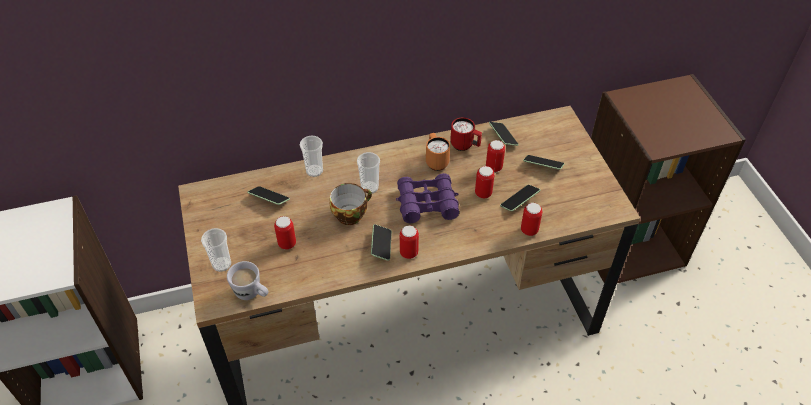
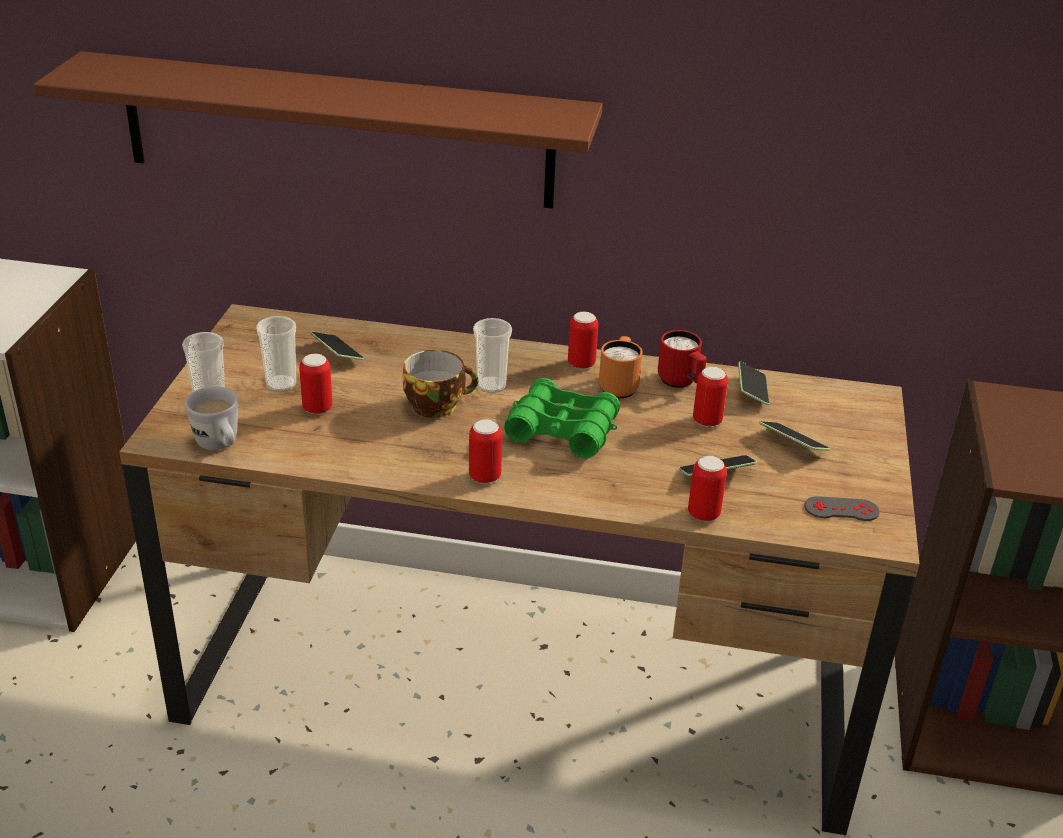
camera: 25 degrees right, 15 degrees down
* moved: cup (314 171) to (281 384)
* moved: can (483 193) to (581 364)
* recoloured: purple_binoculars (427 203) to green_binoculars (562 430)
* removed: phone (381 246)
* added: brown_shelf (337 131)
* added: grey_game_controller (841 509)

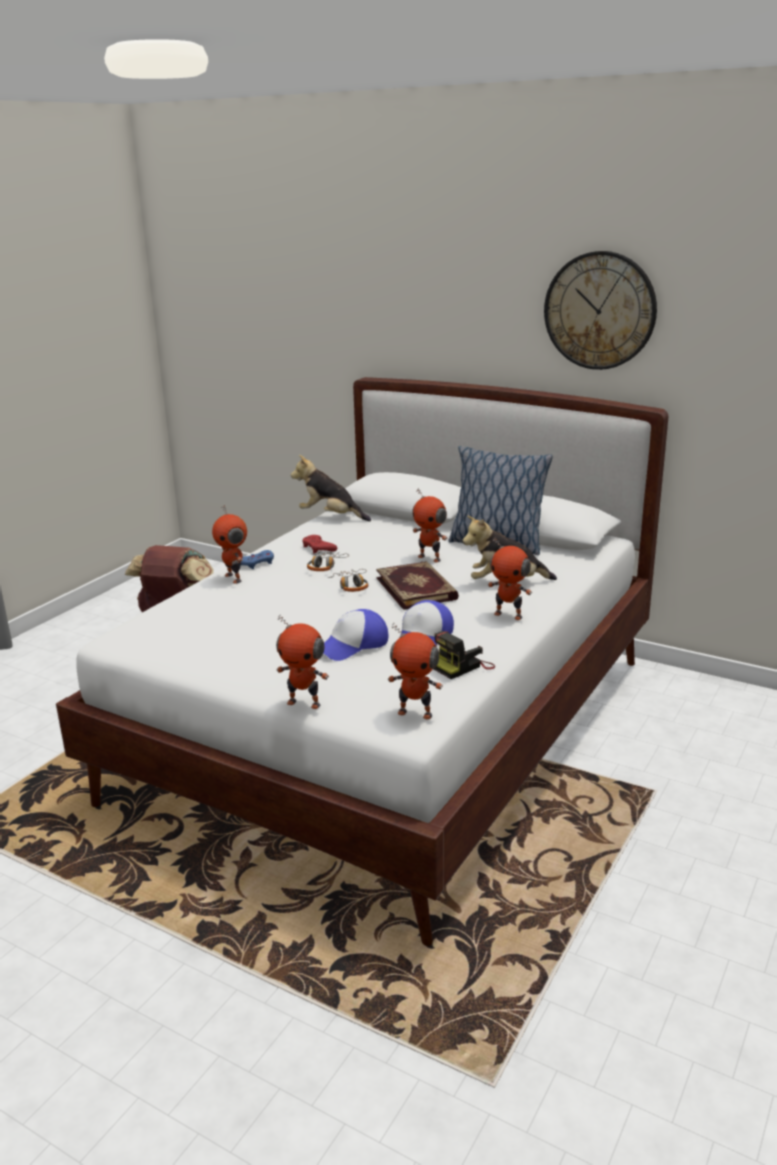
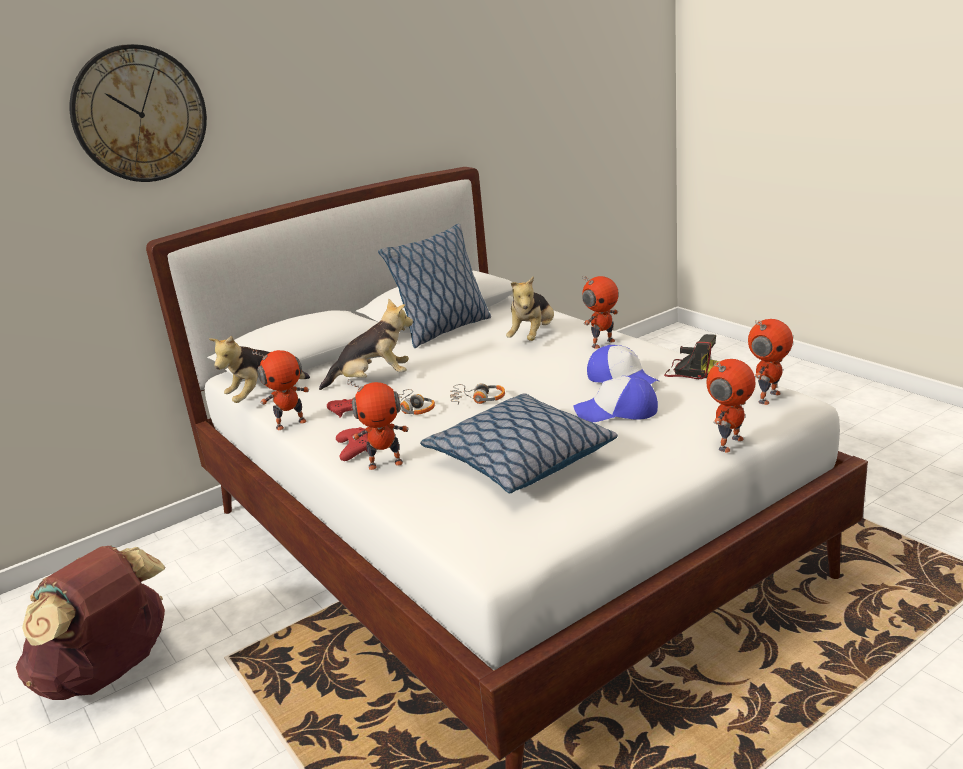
camera: 65 degrees left, 0 degrees up
* moved: wall_clock (600 311) to (139 114)
* moved: toy_robot (430 558) to (290 423)
* recoloured: blue_game_controller (256 563) to red_game_controller (354 448)
* removed: book (417 588)
* turned: cap (353 645) = (617 412) 105 degrees clockwise
* turned: photo_camera (462 666) = (690 371) 45 degrees counterclockwise
* added: plush_toy (373 380)
* added: pillow (519 460)

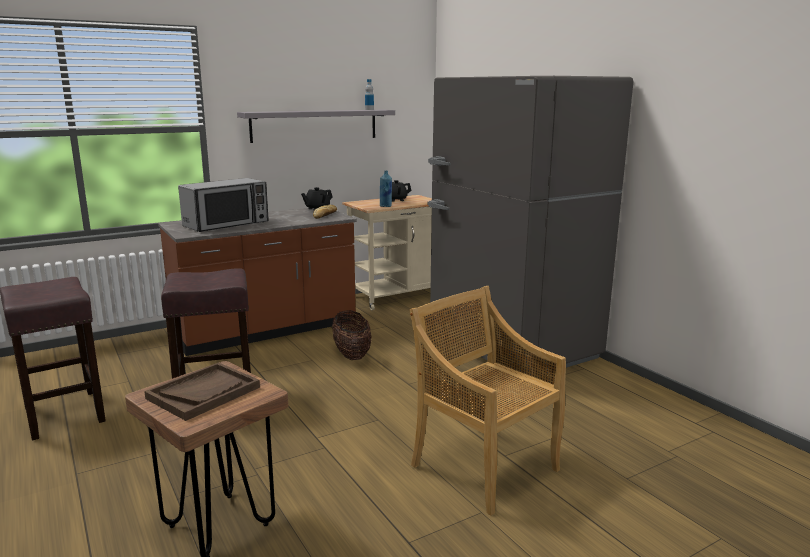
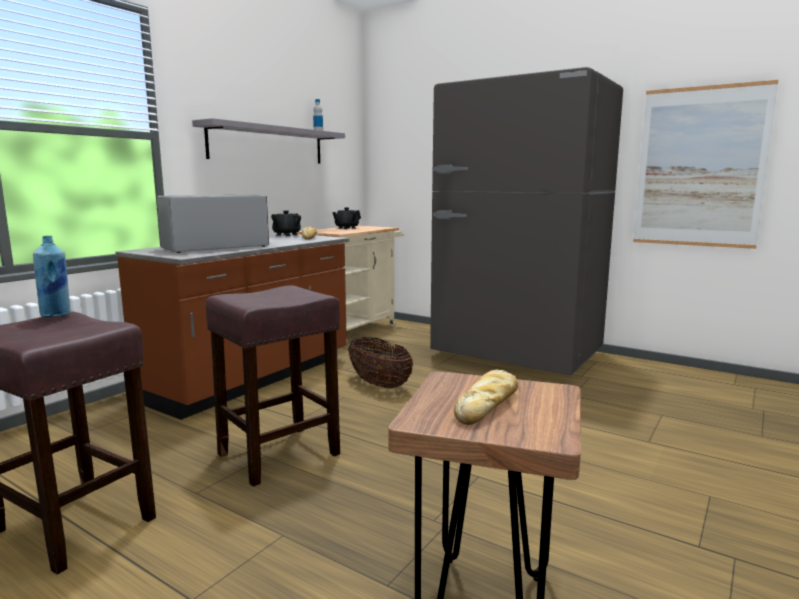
camera: 25 degrees left, 5 degrees down
* moved: blue_bottle (385 206) to (56 315)
* turned: microwave (227 224) = (215 247) 150 degrees counterclockwise
* removed: beige_chair (483 466)
* replaced: brown_tray (203 393) to bread (487 404)
* added: picture (700 167)

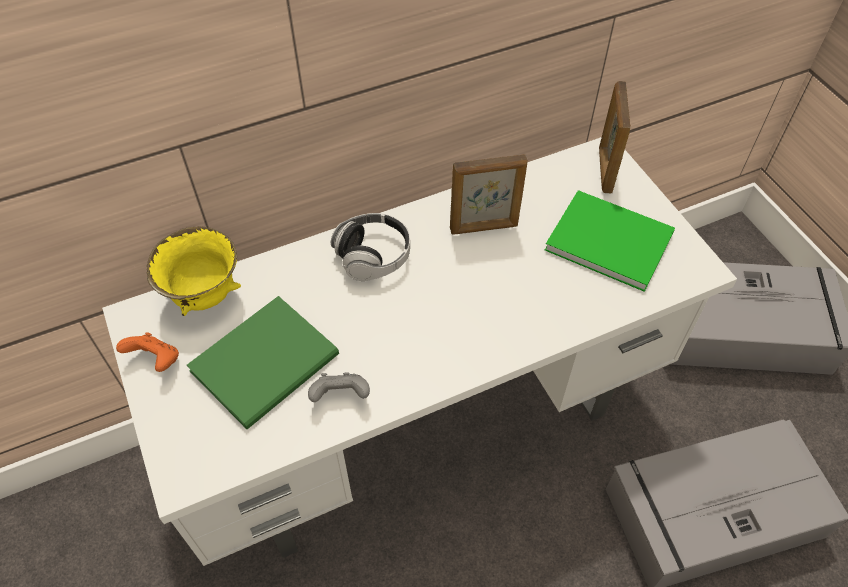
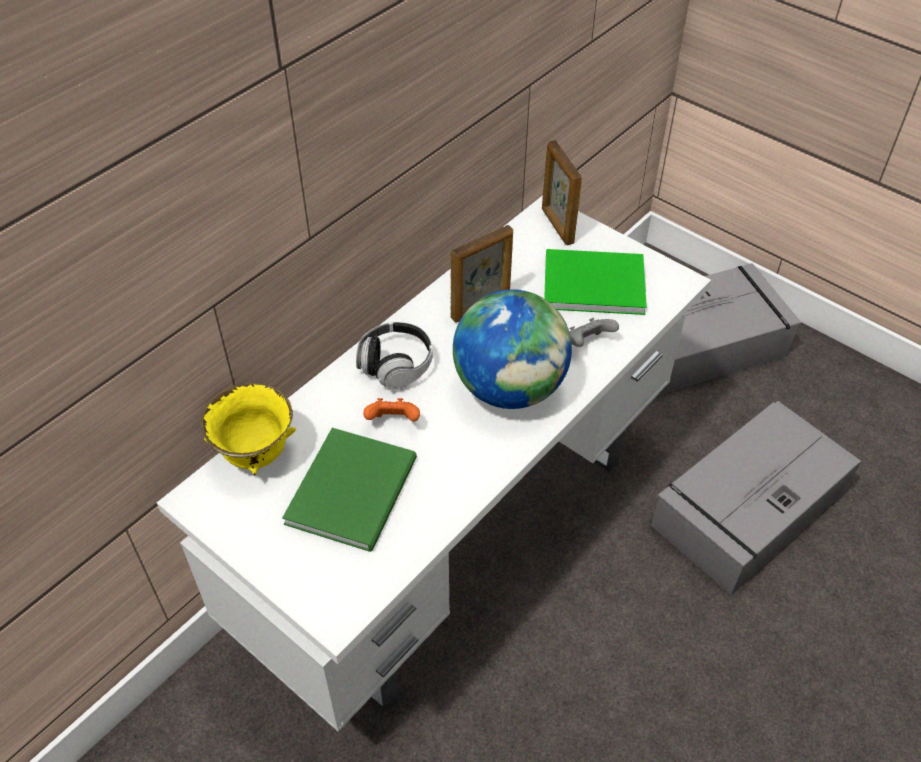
camera: 25 degrees left, 5 degrees down
* moved: orange_game_controller (156 360) to (393 421)
* moved: grey_game_controller (341 396) to (588 343)
* added: globe (509 388)

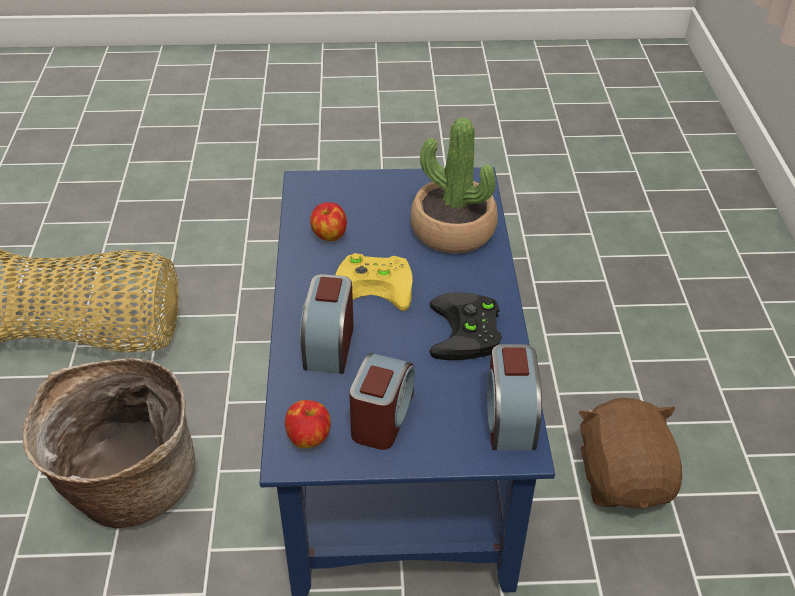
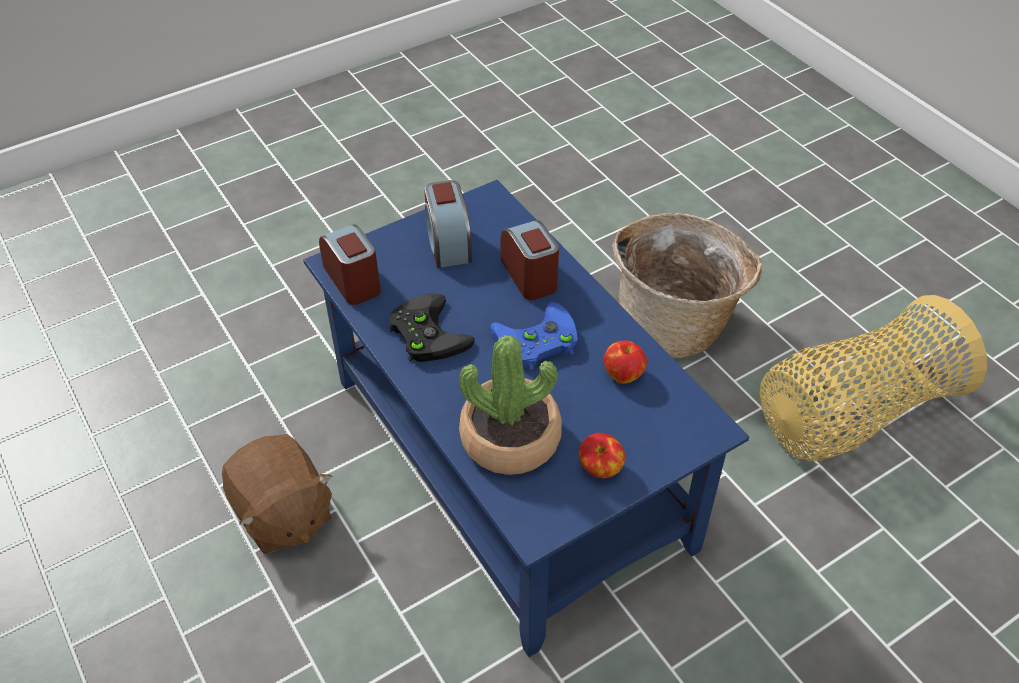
camera: 150 degrees right, 5 degrees up
* recoloured: yellow_game_controller (376 285) to blue_game_controller (535 342)
* moved: apple (309 438) to (600 468)

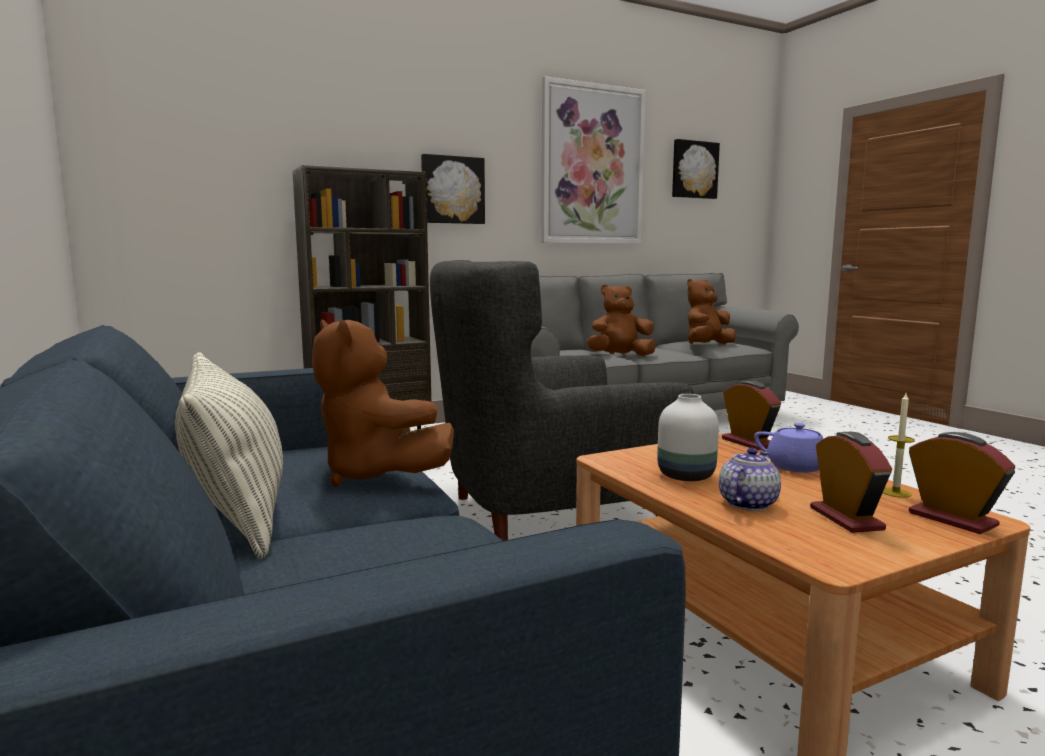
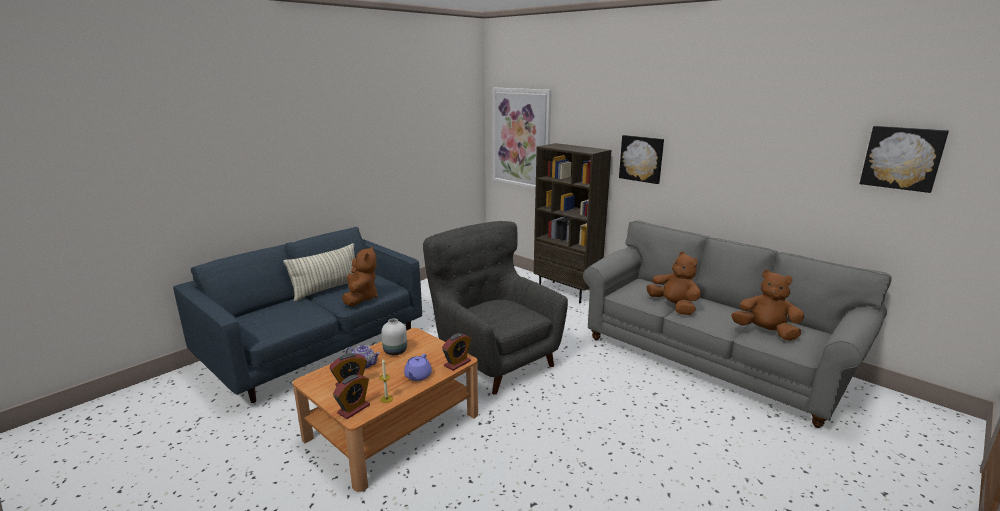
camera: 70 degrees right, 10 degrees up
* moved: picture (592 165) to (521 138)
* turned: brown_plush_toy (376 475) = (361 298) 150 degrees clockwise

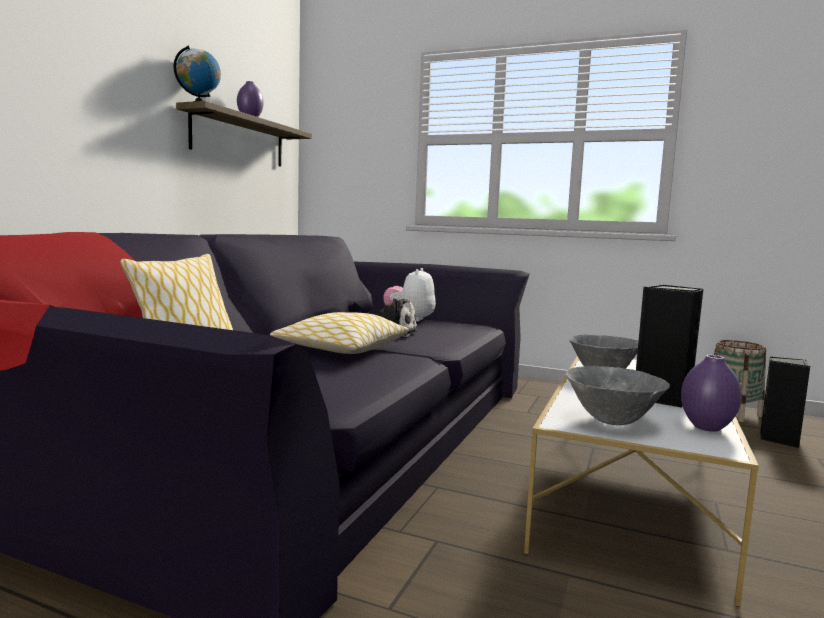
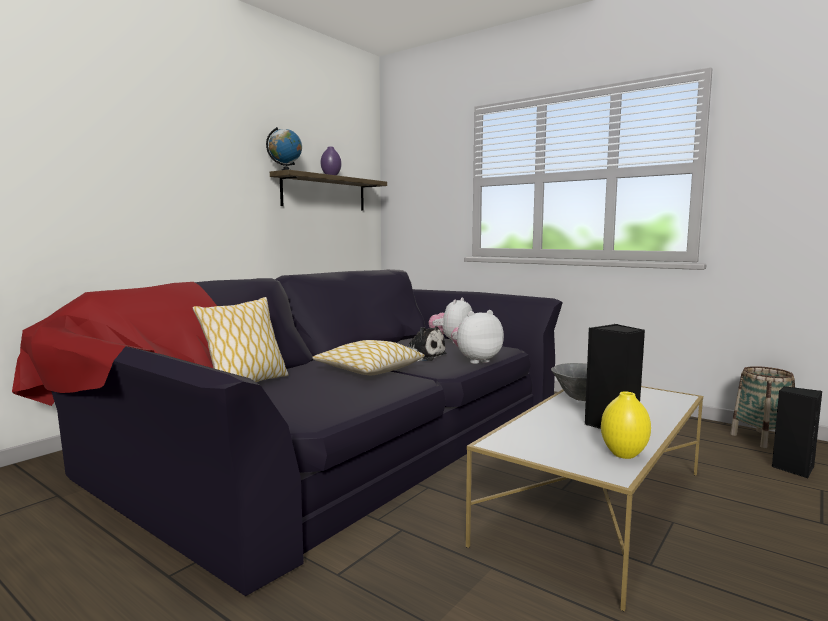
camera: 15 degrees right, 0 degrees up
* recoloured: purple_vase (707 427) to yellow_vase (624 455)
* removed: grey_bowl (612 421)
* added: plush_toy (476 360)

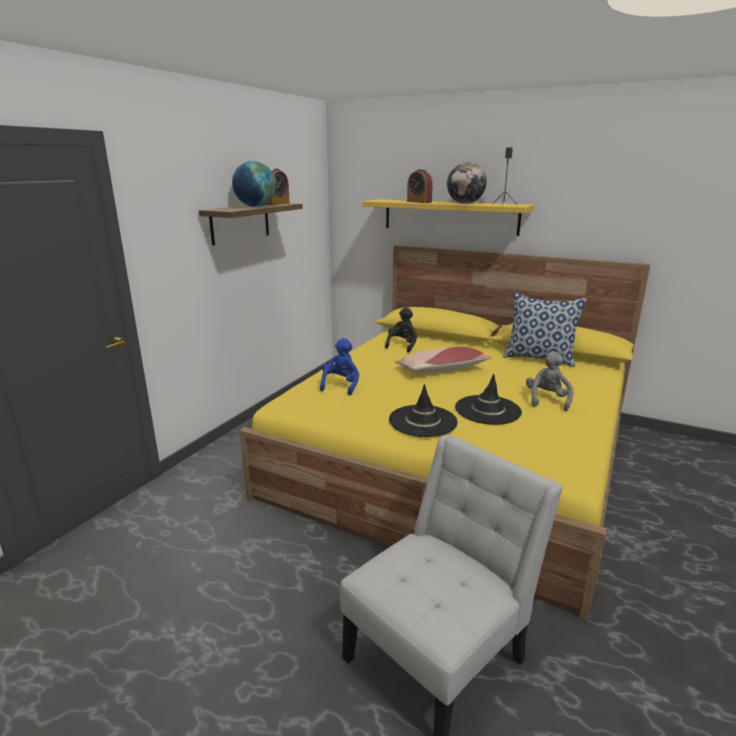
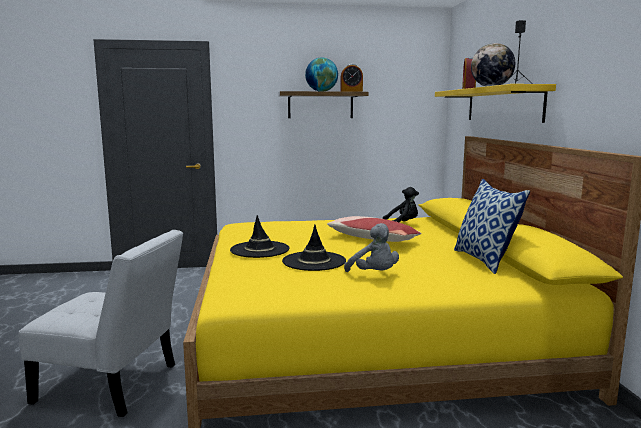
camera: 55 degrees right, 10 degrees down
* removed: blue_plush_toy (341 385)
* turned: grey_plush_toy (547 400) = (374 274) 75 degrees clockwise

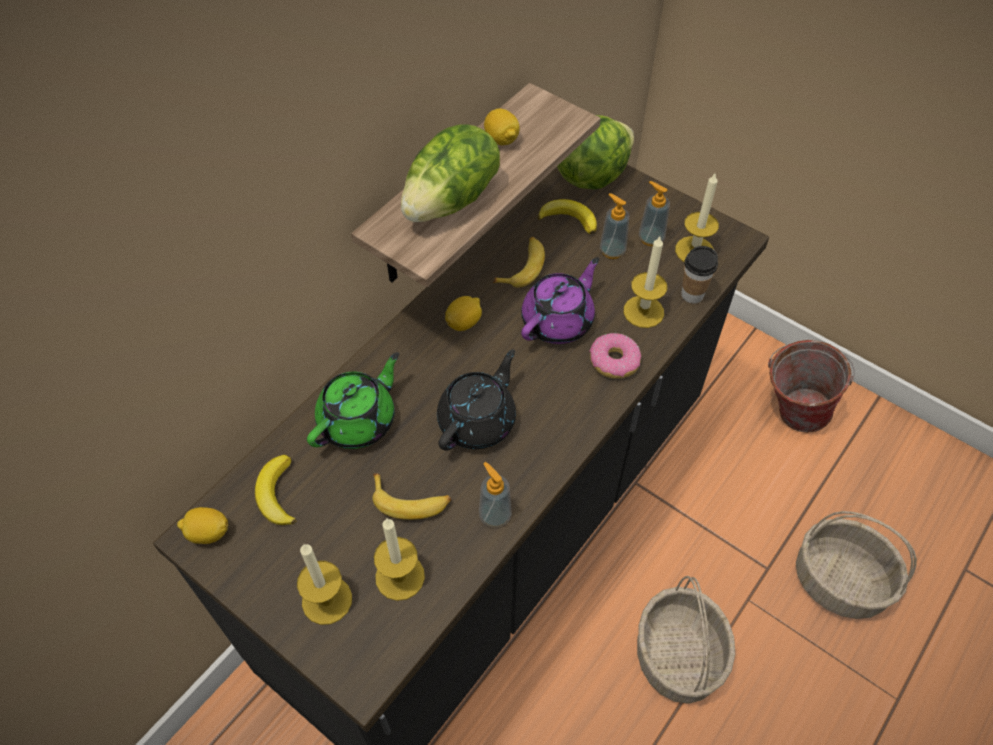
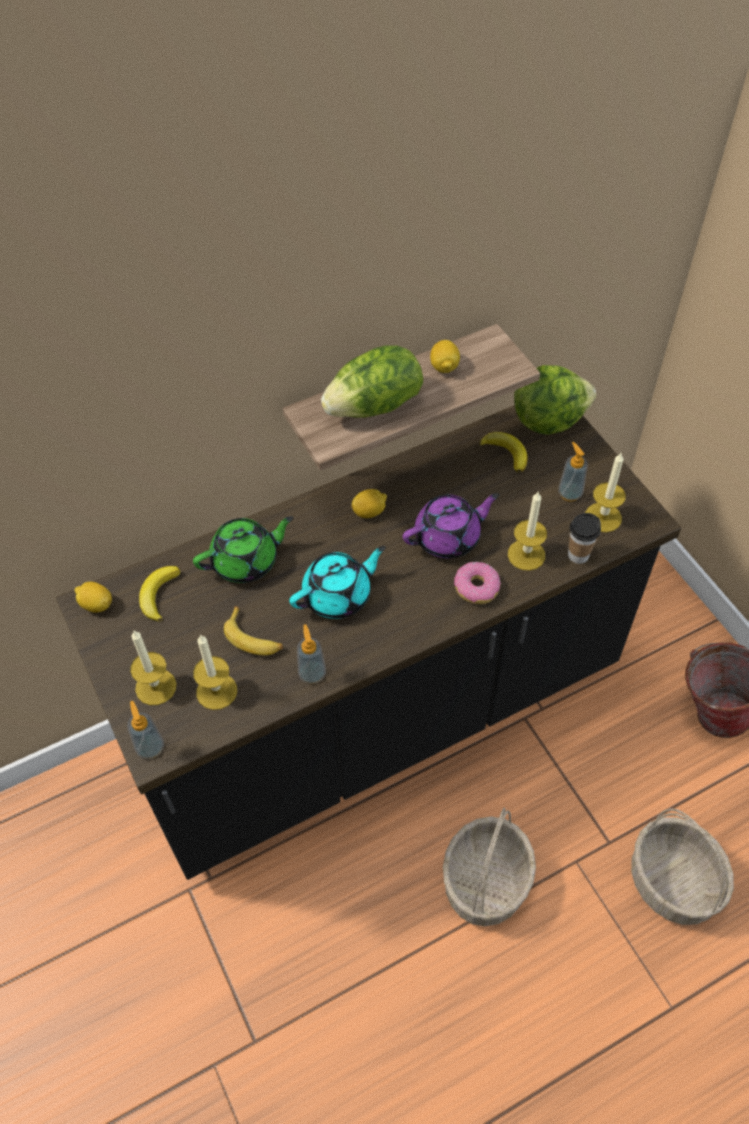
camera: 25 degrees right, 0 degrees up
* moved: soap_dispenser (612 251) to (150 748)
* removed: banana (522 267)
* recoloured: black_teapot (478 421) to turquoise_teapot (338 595)

